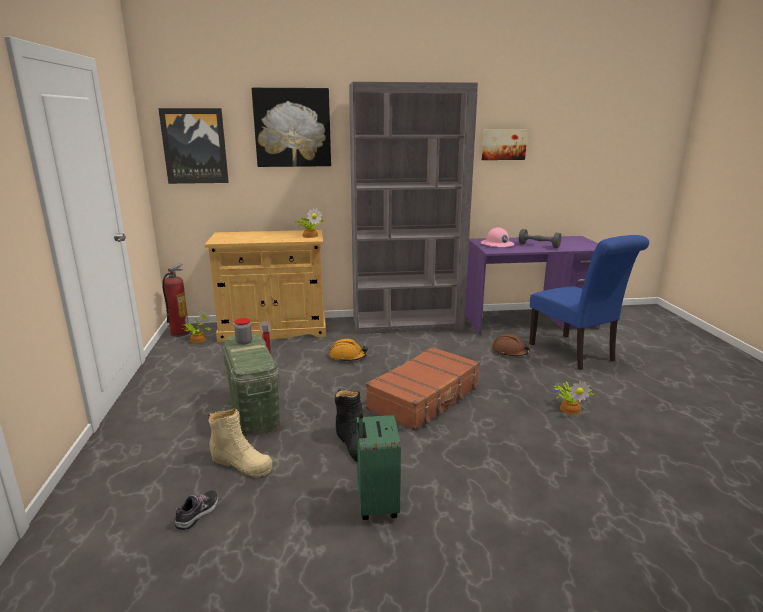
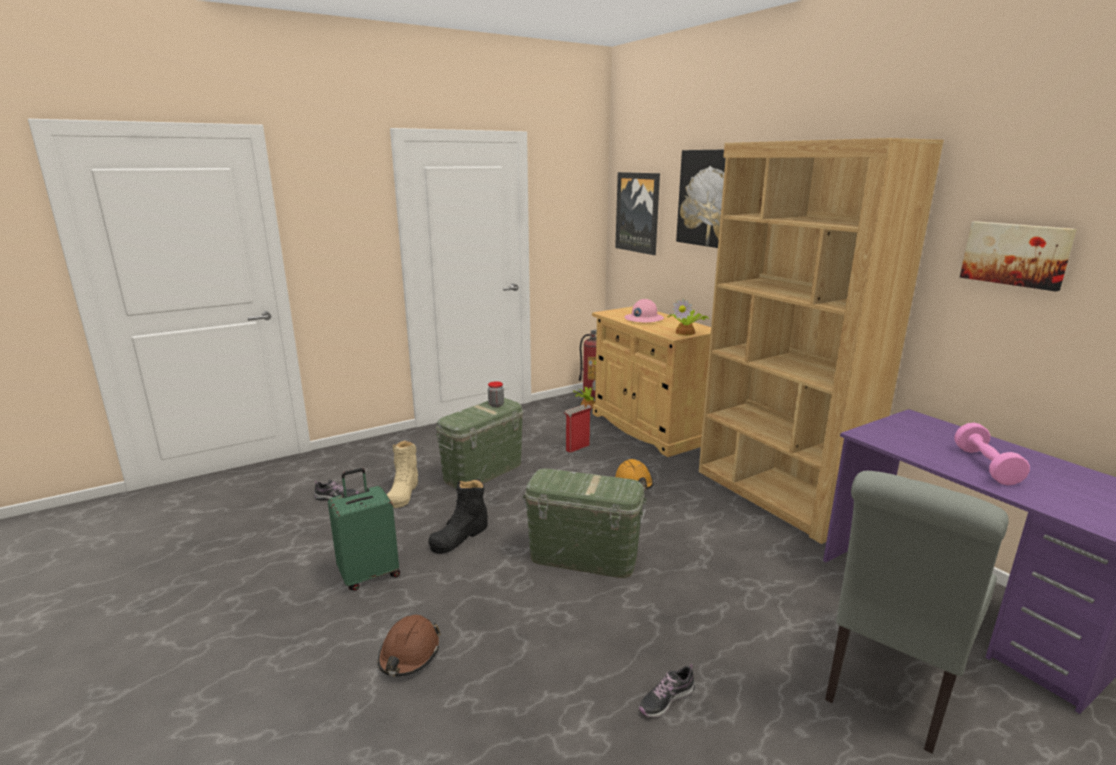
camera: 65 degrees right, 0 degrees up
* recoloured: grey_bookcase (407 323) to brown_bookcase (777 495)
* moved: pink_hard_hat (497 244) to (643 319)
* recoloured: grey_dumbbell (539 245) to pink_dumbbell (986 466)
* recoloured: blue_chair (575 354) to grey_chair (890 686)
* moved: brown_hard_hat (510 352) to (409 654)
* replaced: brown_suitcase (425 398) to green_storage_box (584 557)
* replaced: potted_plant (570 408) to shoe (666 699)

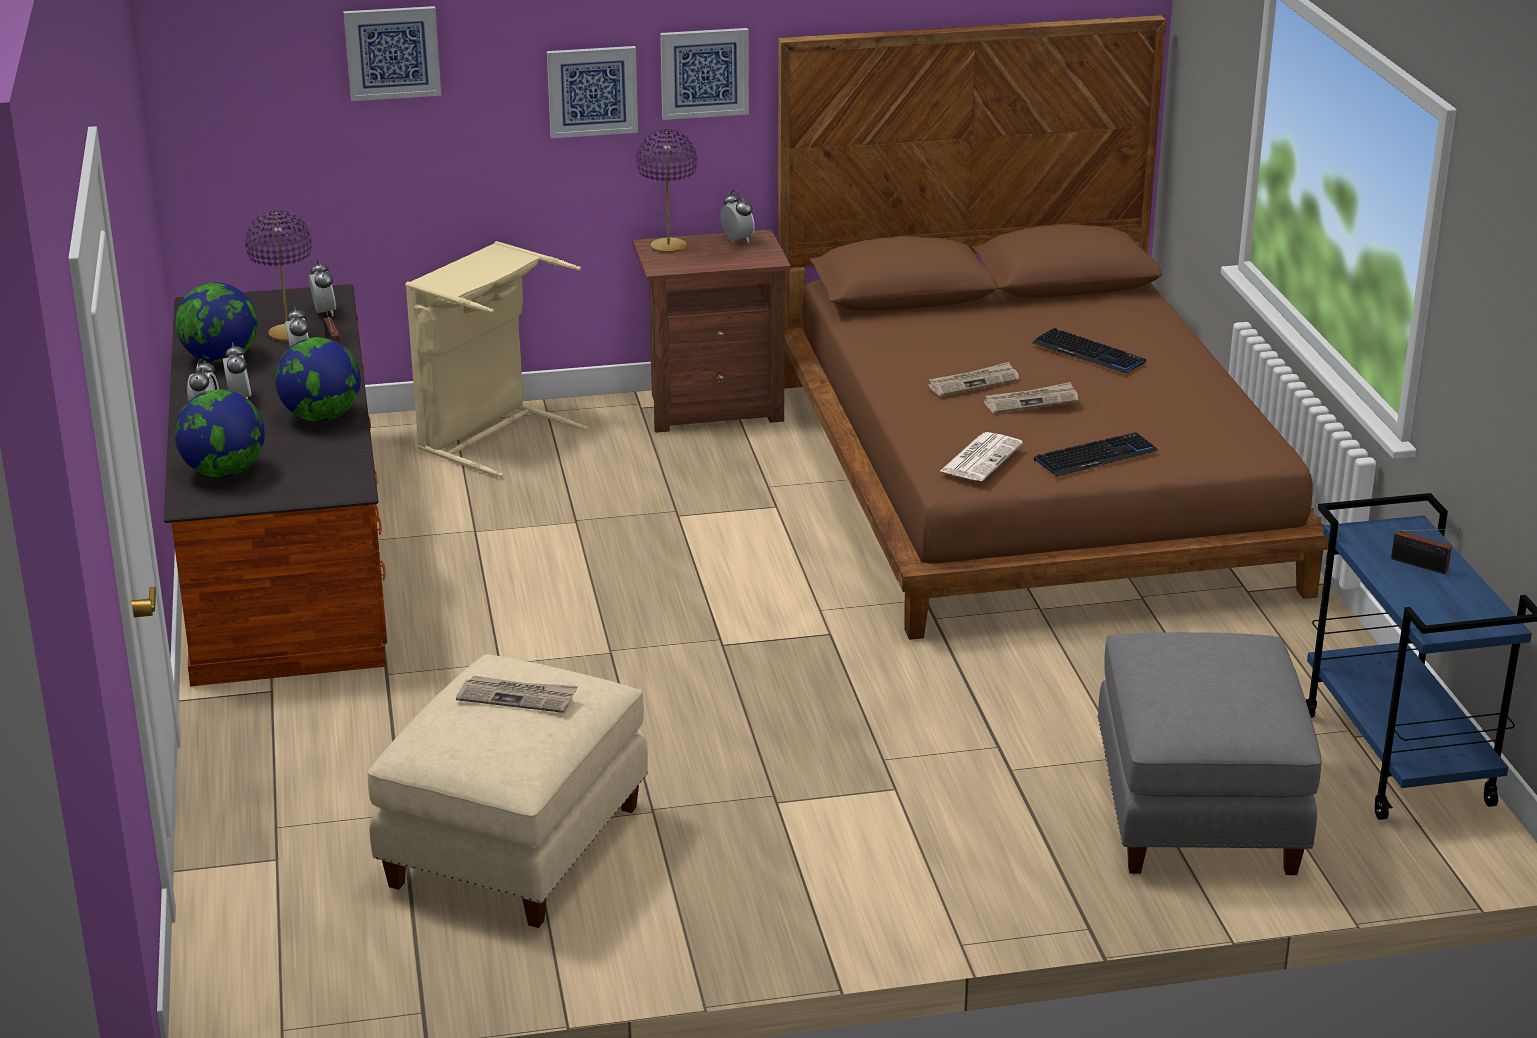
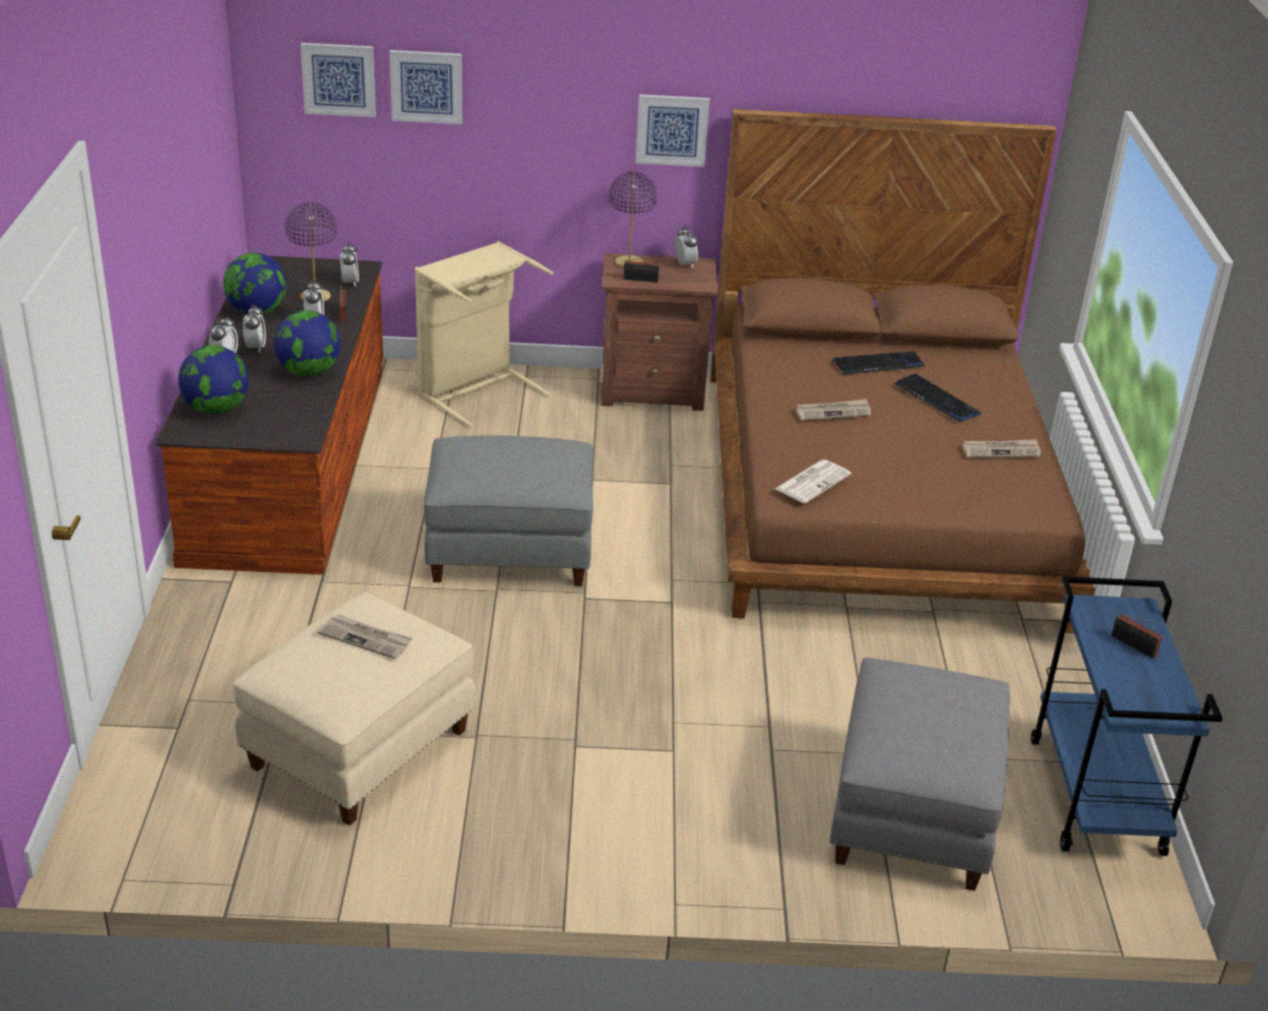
camera: 10 degrees right, 5 degrees up
* moved: picture (592 91) to (339 79)
* moved: newspaper (1031 401) to (1001 451)
* moved: keyboard (1095 456) to (878 364)
* added: radio (642 280)
* added: grey_ottoman (509 552)

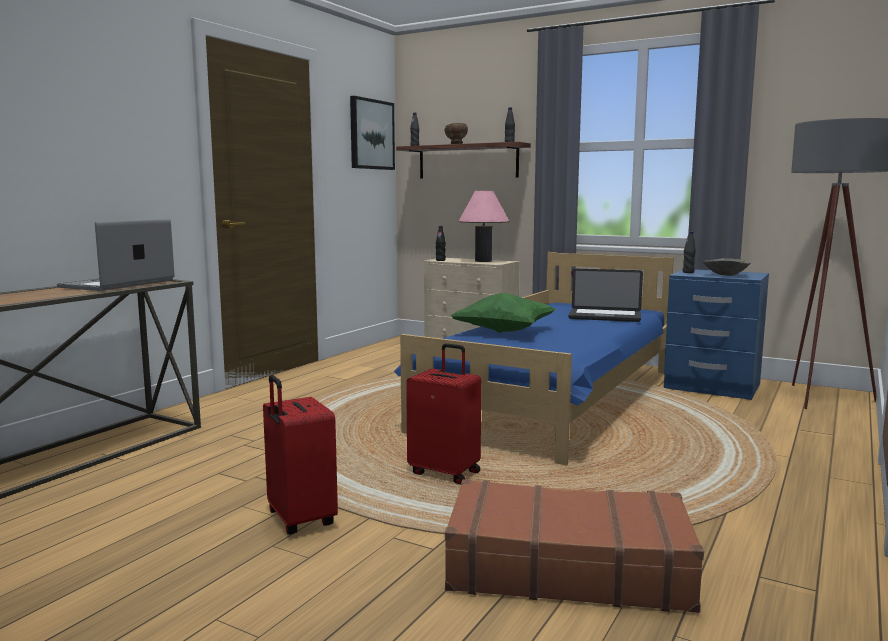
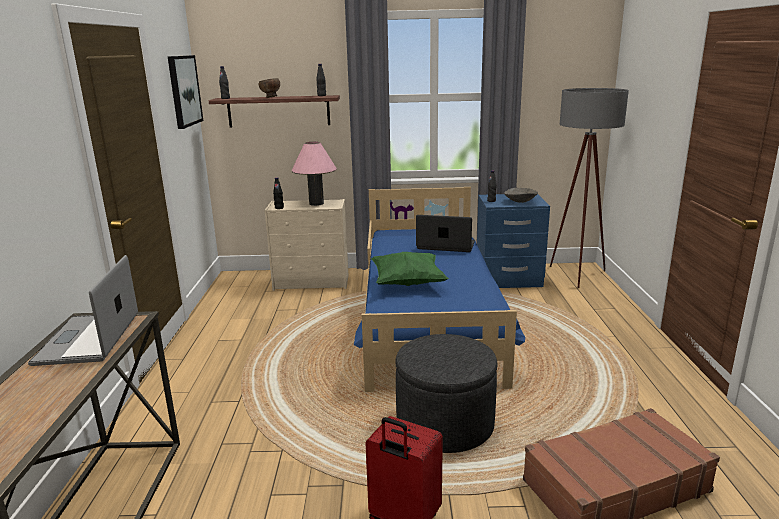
camera: 30 degrees left, 10 degrees up
* turned: laptop (604 317) = (445 246) 150 degrees counterclockwise
* replaced: red_suitcase (446 472) to grey_ottoman (445 424)

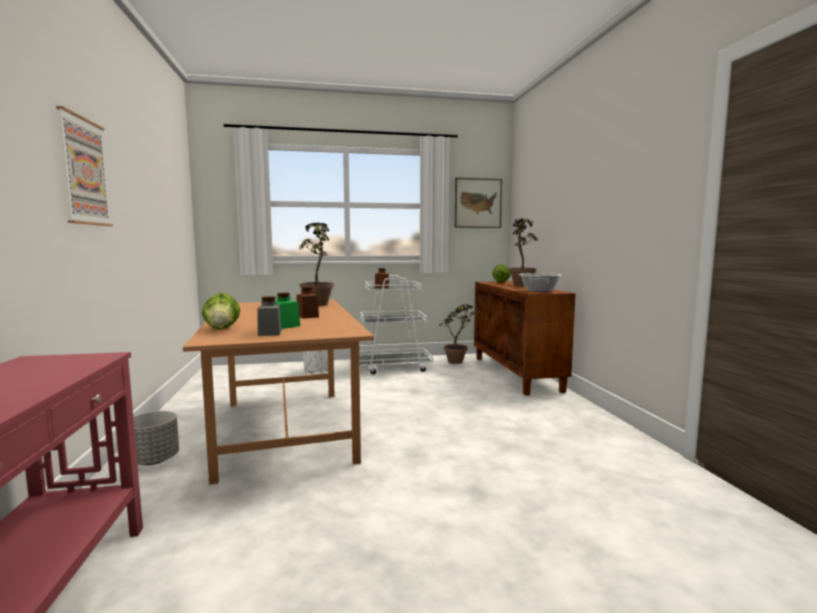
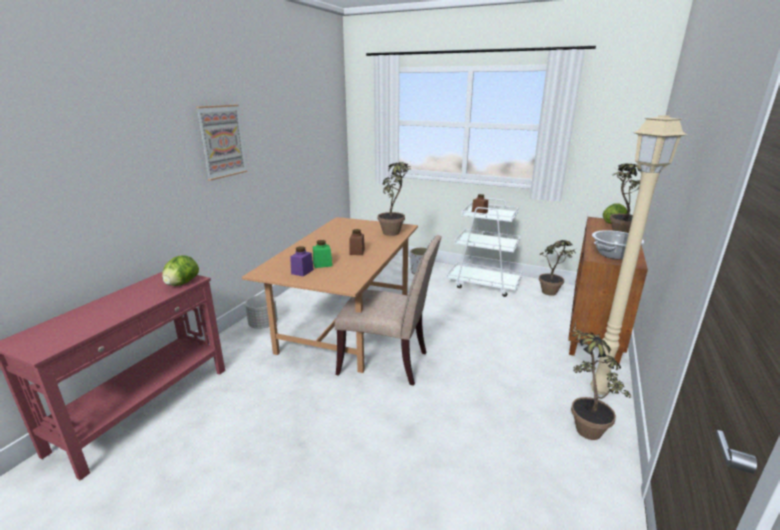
camera: 35 degrees right, 15 degrees up
* removed: picture (478 203)
* moved: lettuce (222 328) to (182 283)
* recoloured: grey_jar (270 333) to purple_jar (302 272)
* added: beige_floor_lamp (600 390)
* added: beige_chair (388 362)
* added: potted_plant (583 424)

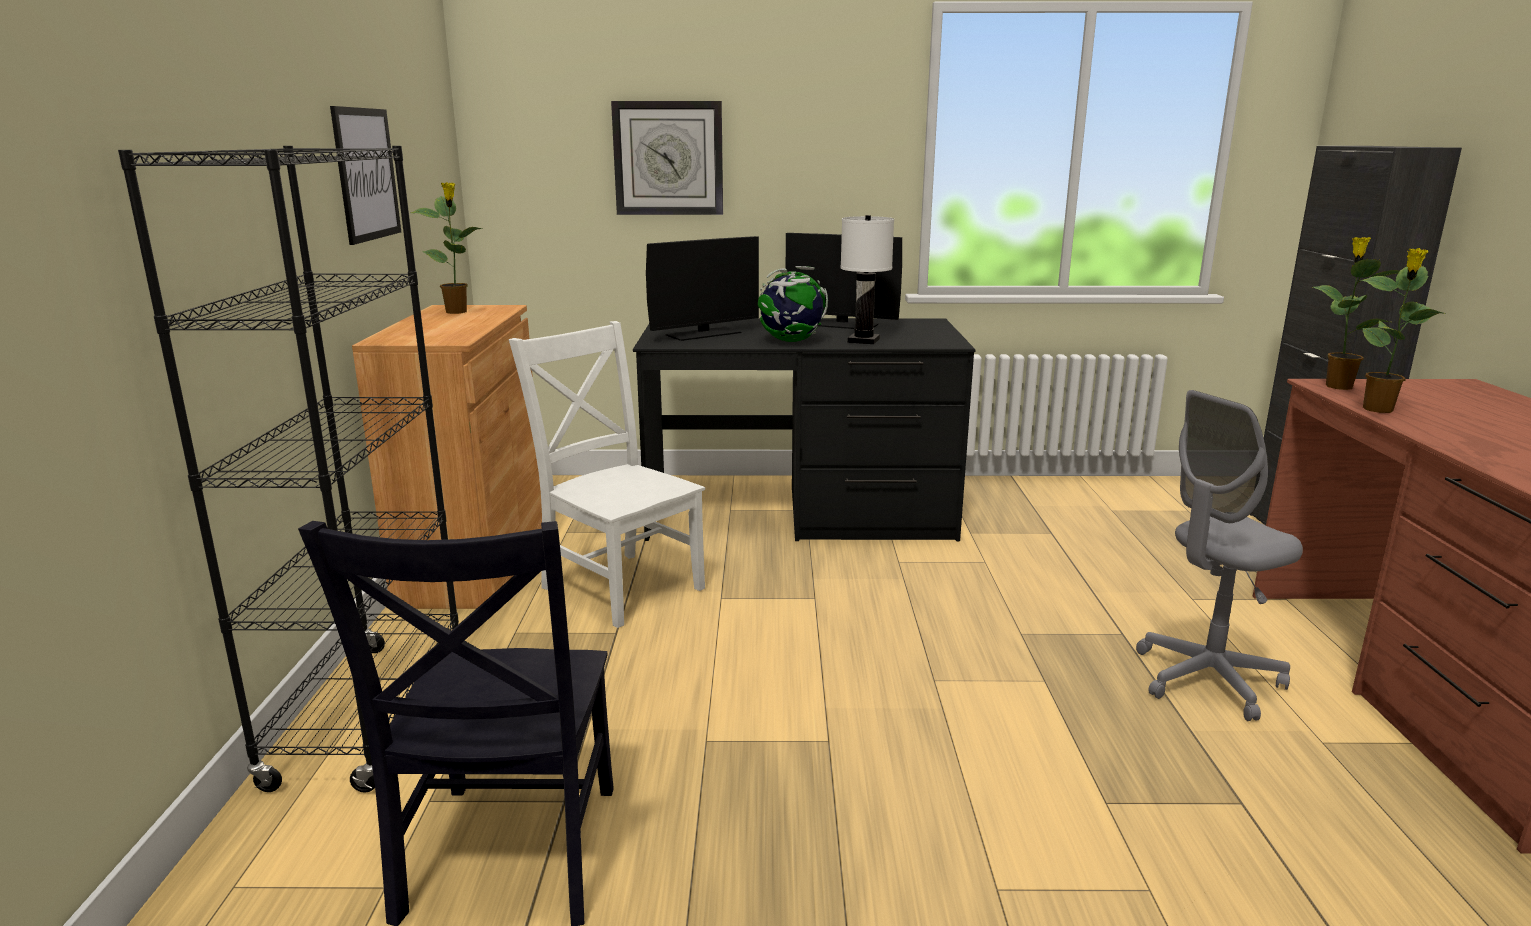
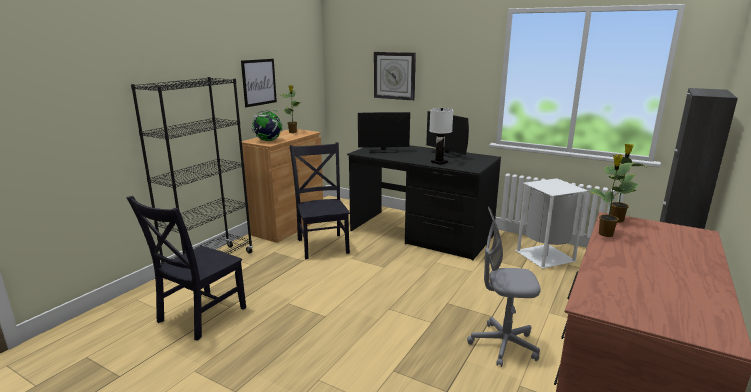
camera: 30 degrees right, 0 degrees up
* moved: globe (791 341) to (268 140)
* recoloured: white_chair (619 585) to black_chair (323 245)
* added: white_trash_can (546 256)

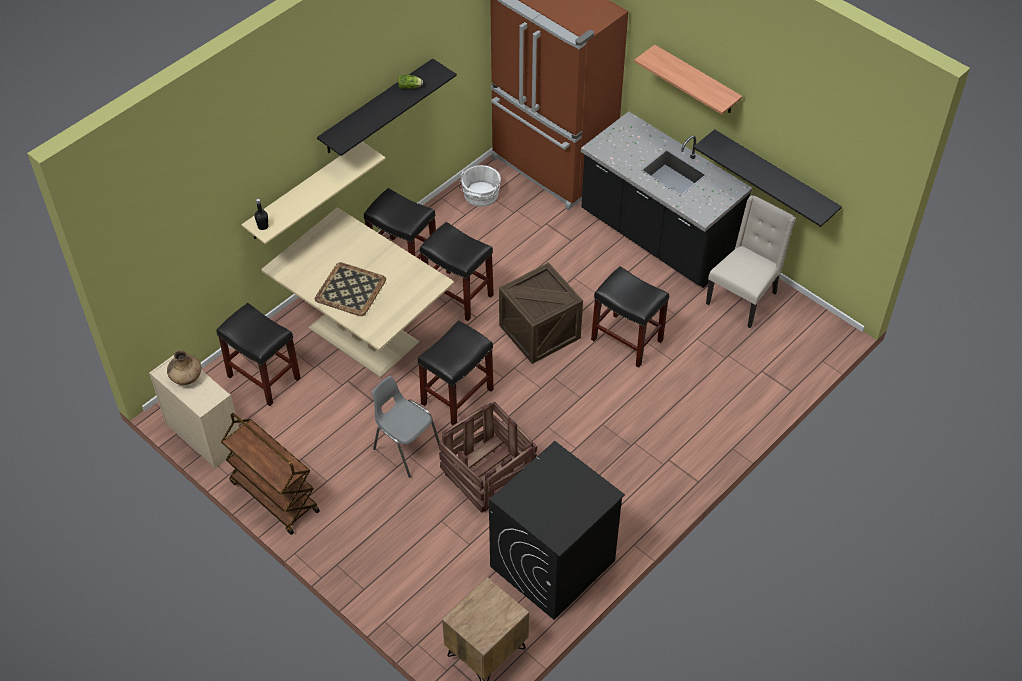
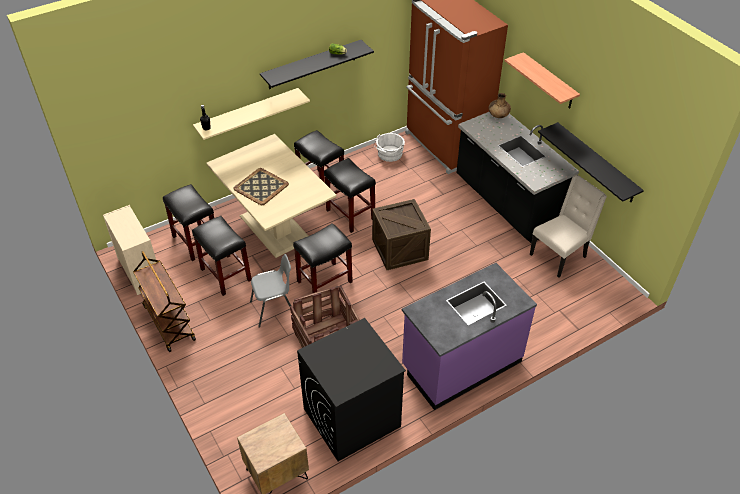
camera: 15 degrees right, 5 degrees down
* moved: black_stool (626 340) to (225 274)
* moved: brown_vase (186 377) to (498 115)
* turned: grey_chair (405 447) = (274 309) 105 degrees clockwise
* added: purple_counter (461 364)

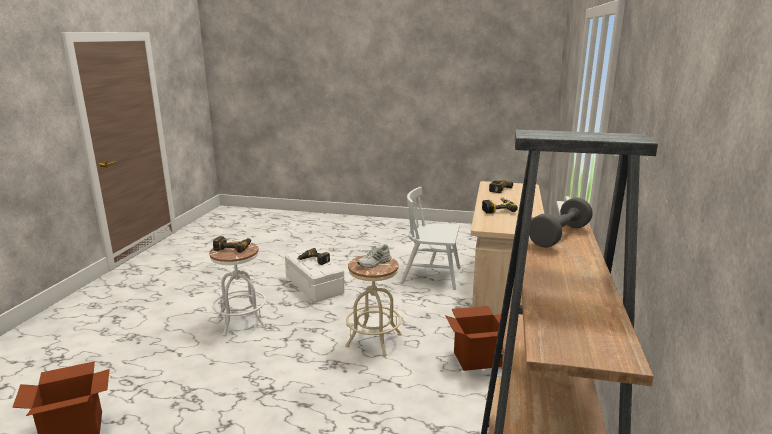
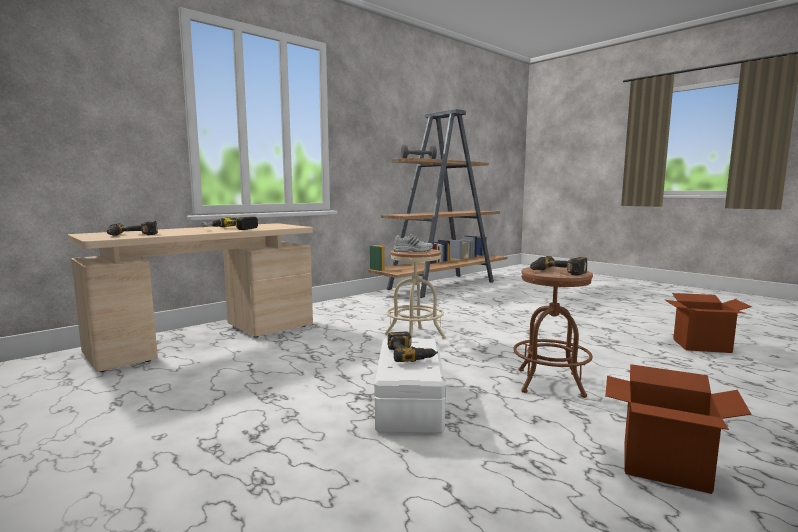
camera: 145 degrees left, 10 degrees down
* removed: white_chair (431 276)
* recoloured: white_stool (241 322) to brown_stool (550 383)
* moved: cardboard_box (477 359) to (664 467)

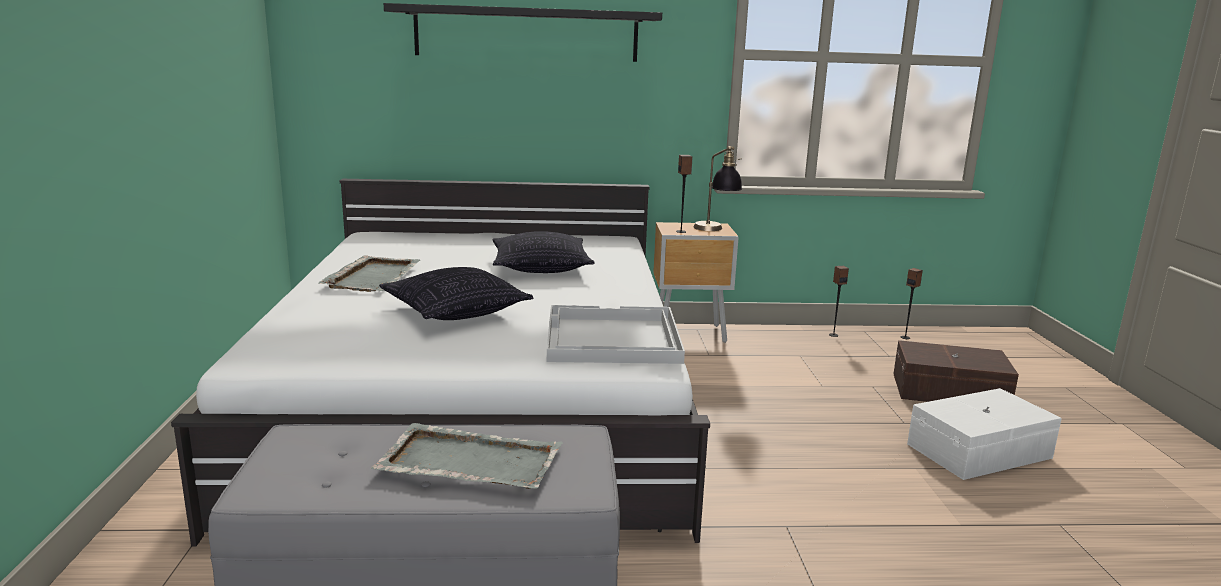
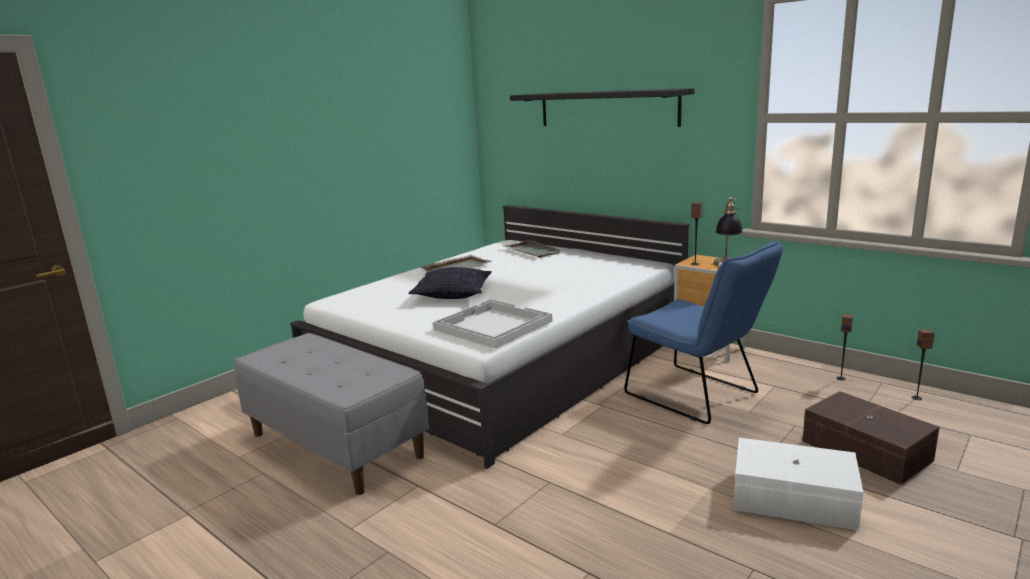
camera: 45 degrees right, 0 degrees up
* removed: pillow (541 268)
* moved: grey_tray (469 462) to (533 250)
* added: blue_chair (698 396)

